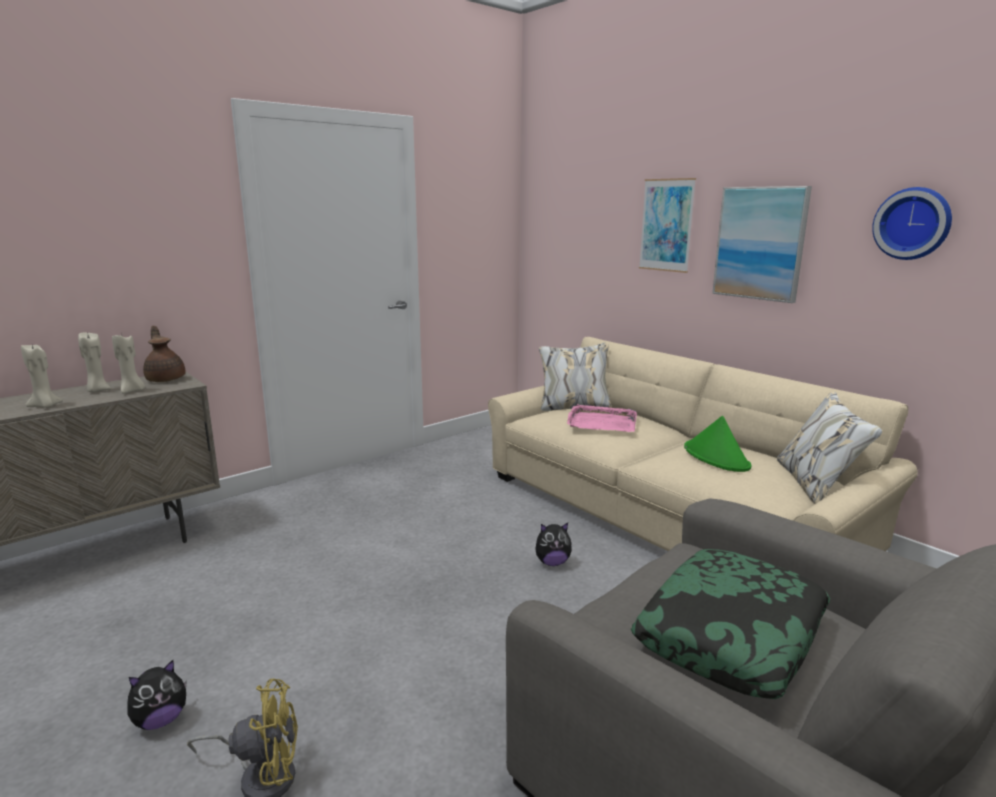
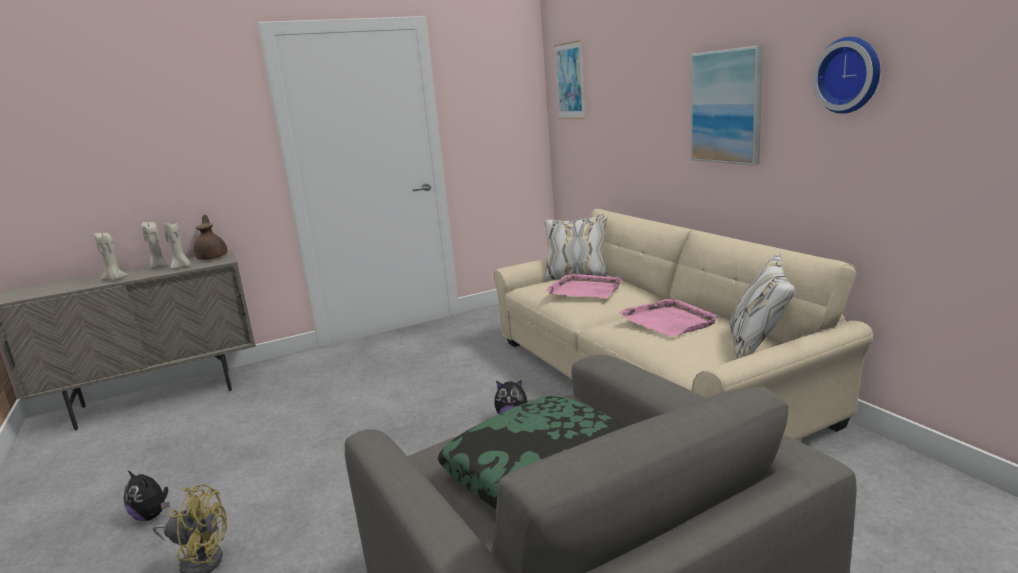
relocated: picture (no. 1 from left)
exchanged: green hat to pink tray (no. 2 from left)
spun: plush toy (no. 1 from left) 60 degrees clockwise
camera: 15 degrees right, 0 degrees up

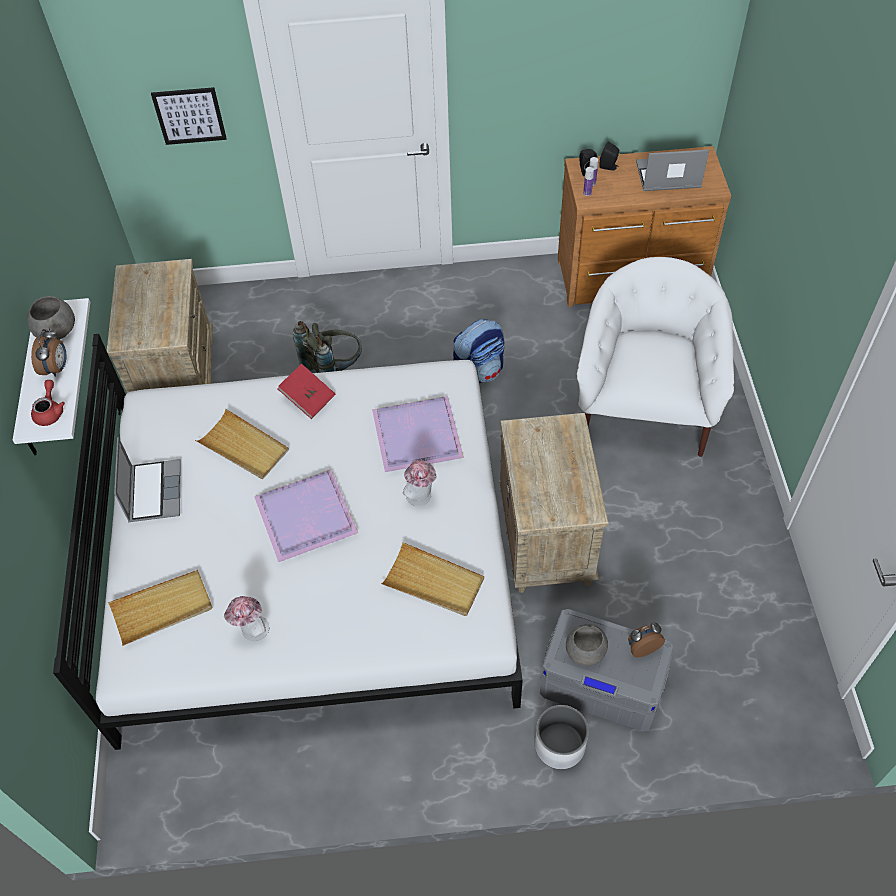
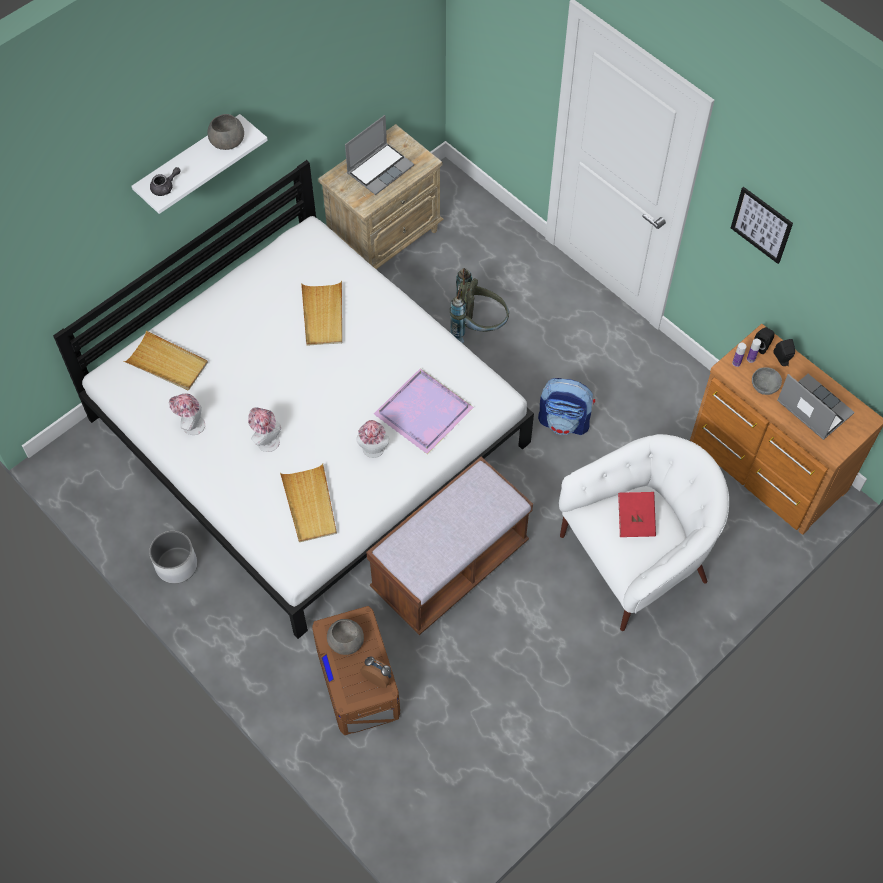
missing: alarm clock (no. 1 from left); purple tray (no. 1 from left)
appeared: grey bowl (no. 3 from left); hat (no. 2 from left)
relocated: picture; red book; laptop (no. 1 from left); white planter
exchanged: beige nightstand (no. 2 from left) to brown bench
colour: red teapot to grey teapot; grey storage box to brown storage box
camera: 50 degrees right, 5 degrees up

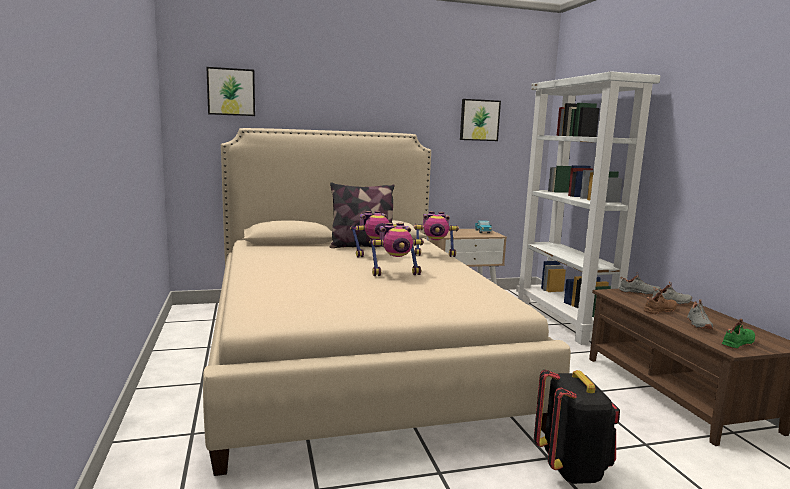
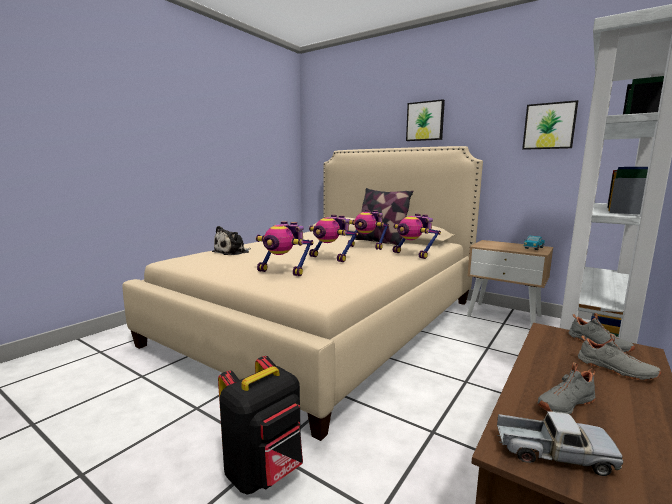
missing: brown shoe
appeared: toy robot (no. 1 from left); plush toy
relocated: picture (no. 1 from left)
exchanged: green shoe to toy truck (no. 2 from left)
camera: 50 degrees right, 0 degrees up

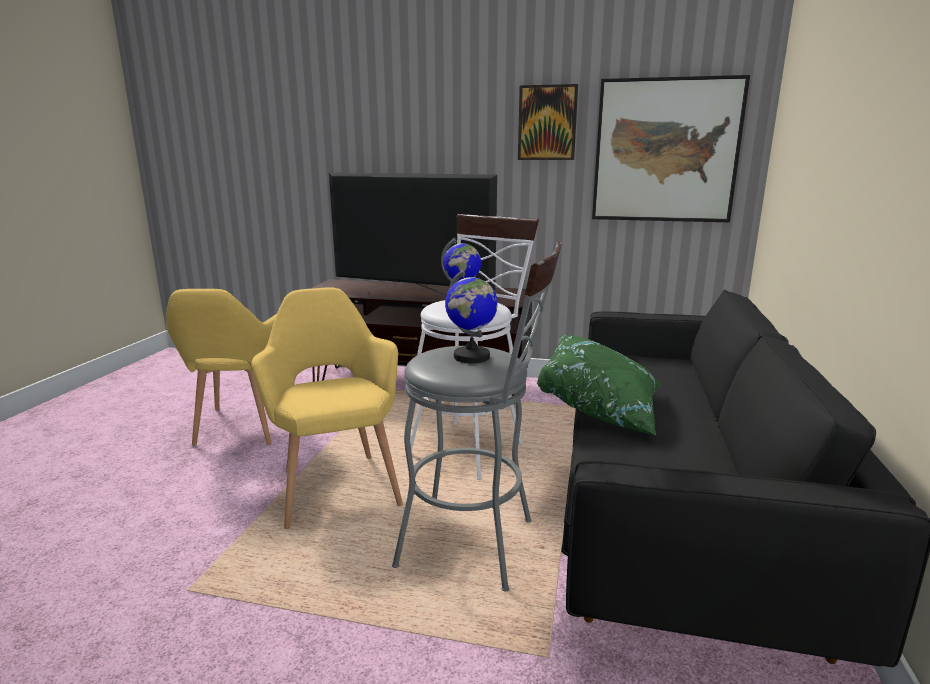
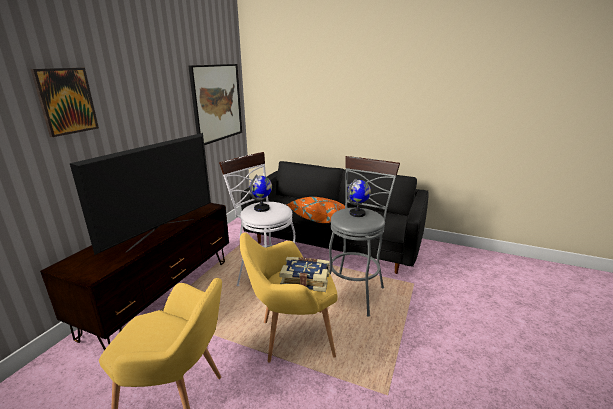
appeared: book
relocated: picture (no. 1 from left)
colour: green pillow to orange pillow
camera: 80 degrees left, 5 degrees up

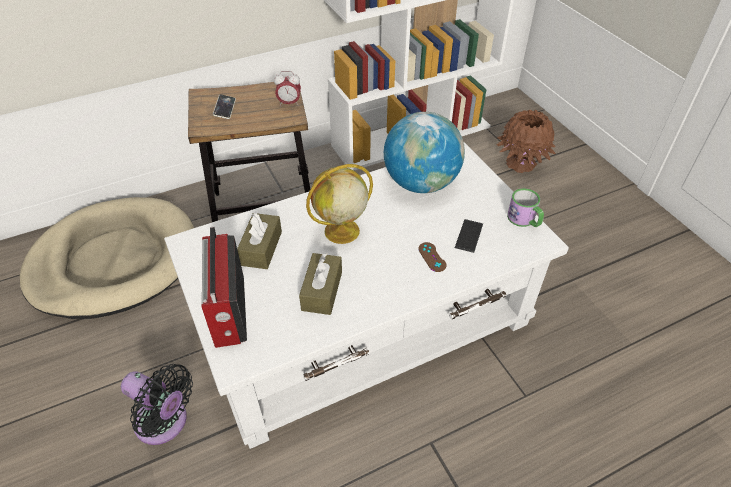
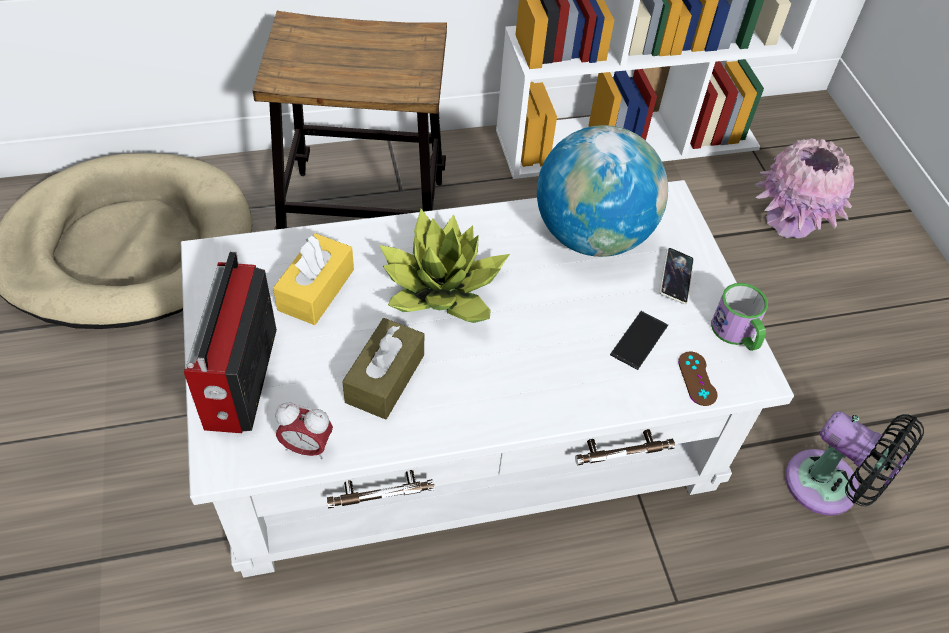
relocated: alarm clock; phone (no. 1 from left in the first image) to phone (no. 2 from left); brown game controller; black fan
exchanged: globe (no. 1 from left) to potted plant
colour: brown vase to pink vase; brown tissue box (no. 1 from left) to yellow tissue box
camera: 10 degrees right, 5 degrees up

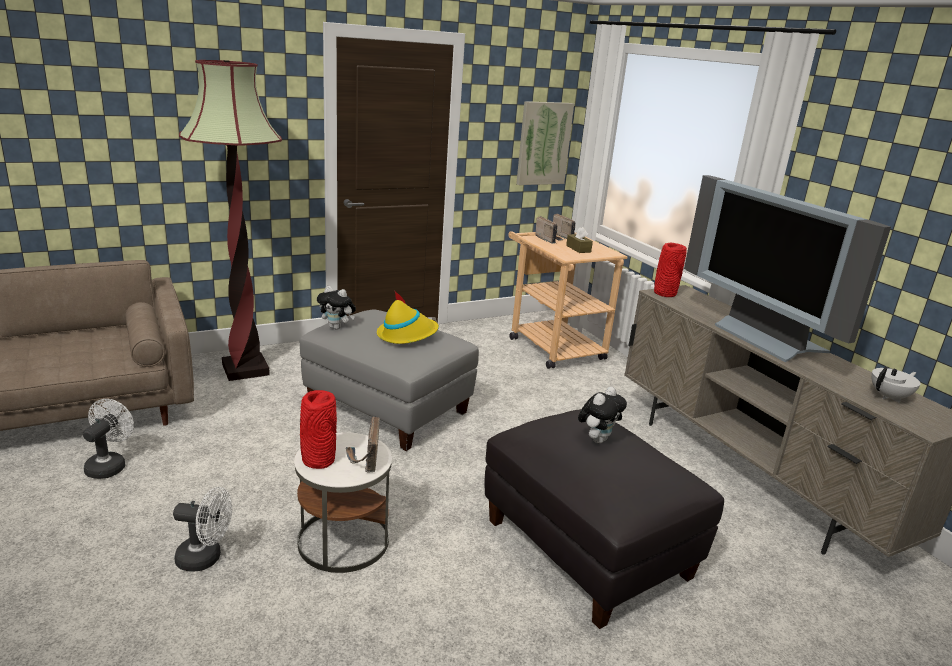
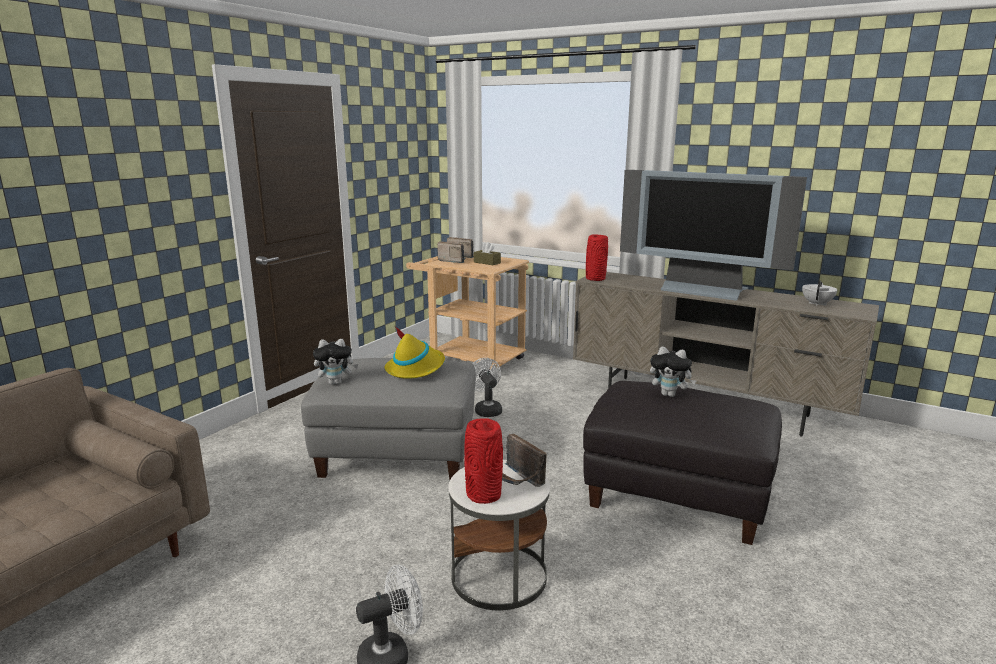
missing: floor lamp; picture
relocated: white fan (no. 1 from left in the first image) to white fan (no. 2 from left)
spun: plush toy (no. 2 from left) 105 degrees clockwise
camera: 30 degrees left, 5 degrees down

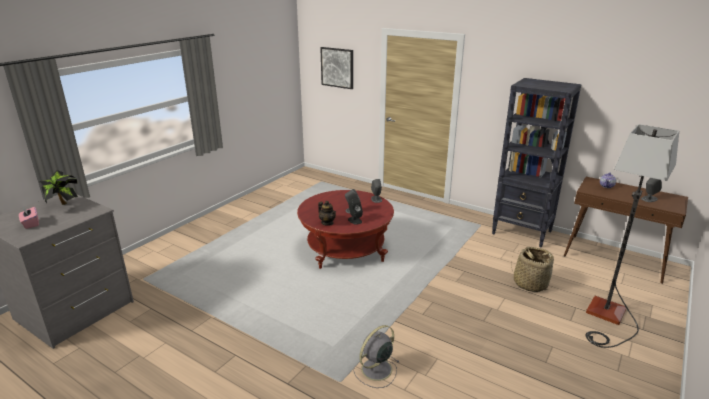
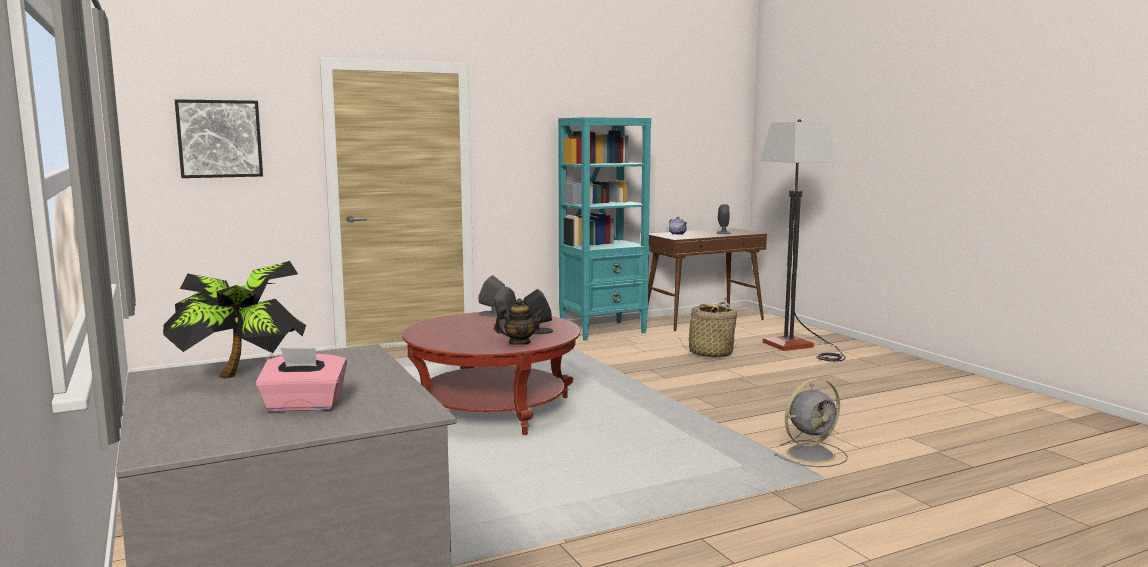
colour: black bookcase to turquoise bookcase
spun: grey fan 105 degrees counterclockwise
camera: 60 degrees left, 15 degrees down

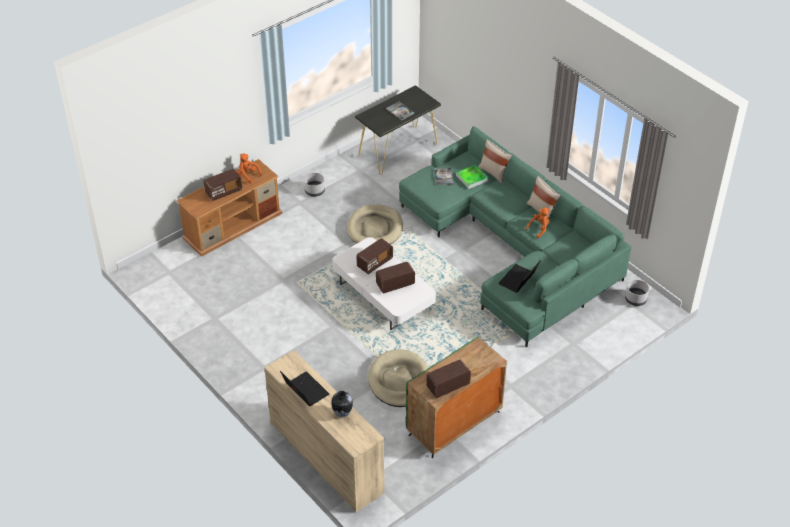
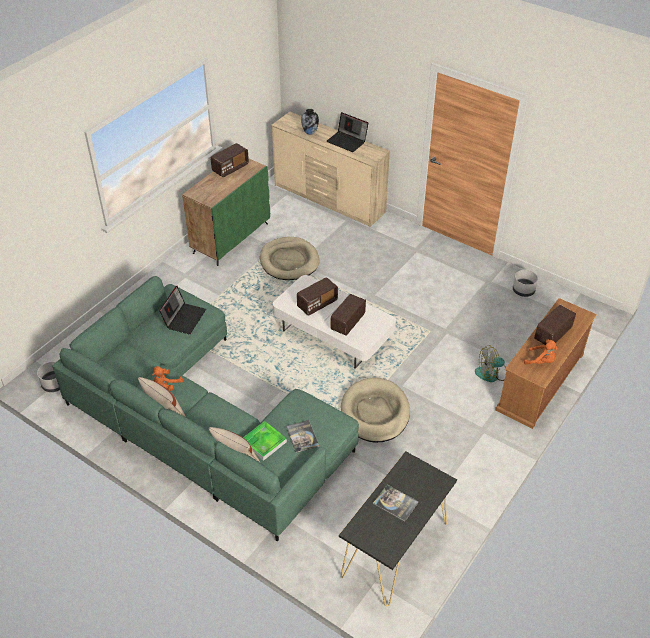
appeared: fan
relocated: grey planter (no. 1 from left in the first image) to grey planter (no. 2 from left)
camera: 165 degrees right, 0 degrees up

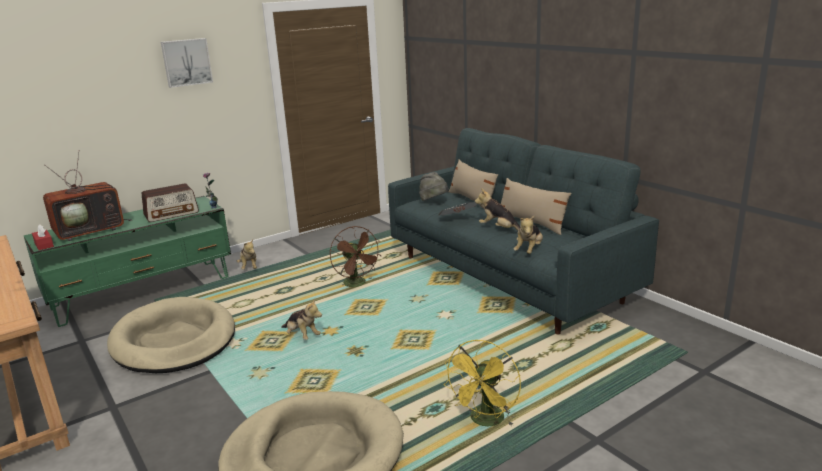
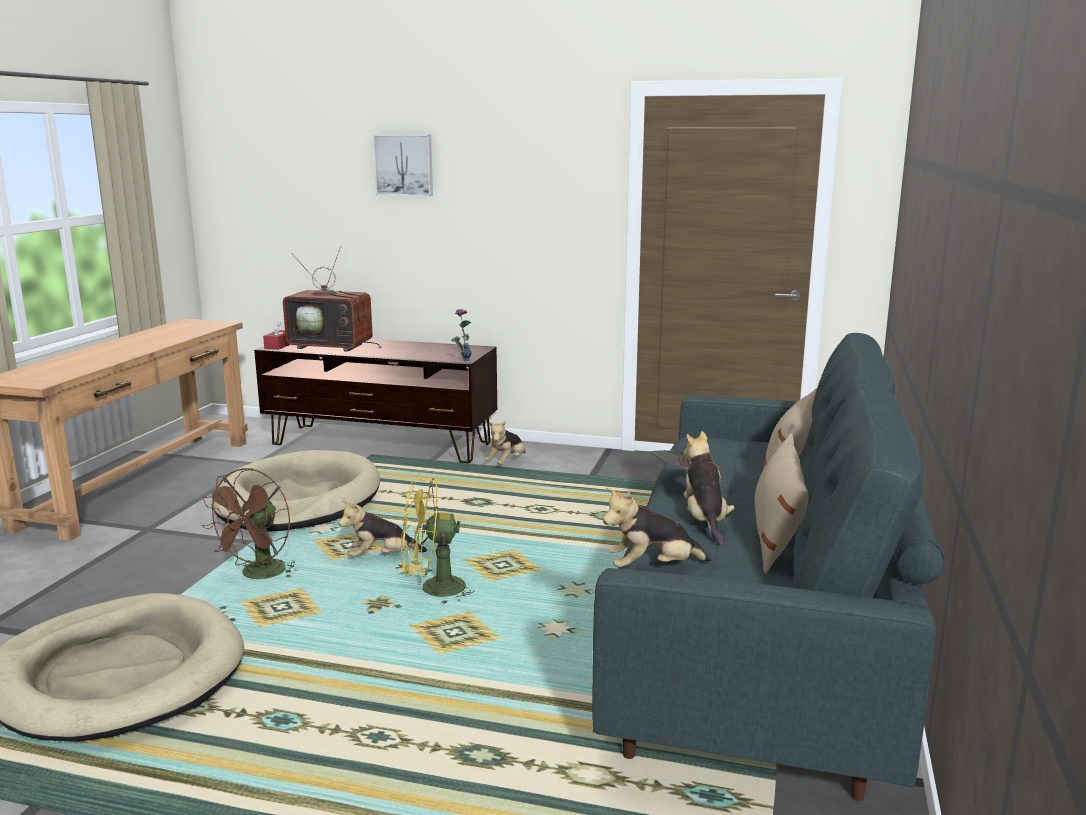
missing: grey hat; radio
relocated: picture; brown fan; yellow fan
colour: green tv stand to brown tv stand
spun: plush toy (no. 2 from left in the first image) 75 degrees clockwise
camera: 50 degrees right, 5 degrees down

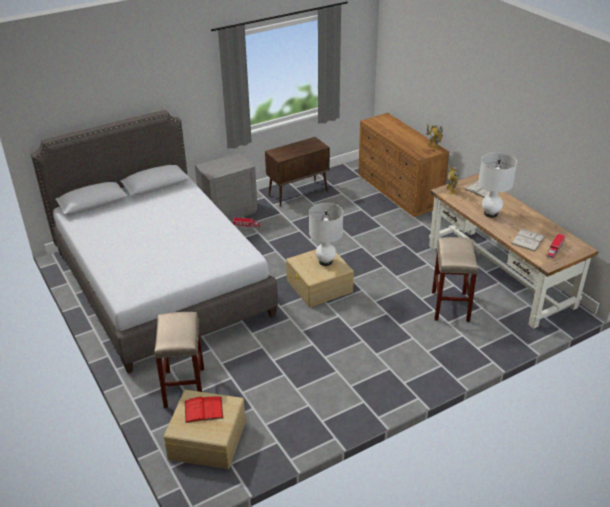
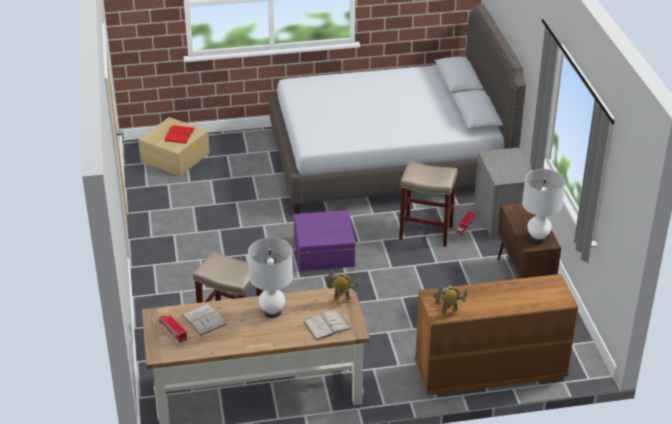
relocated: white table lamp (no. 1 from left in the first image) to white table lamp (no. 2 from left); beige stool (no. 1 from left in the first image) to beige stool (no. 2 from left)
colour: beige storage box (no. 2 from left) to purple storage box
camera: 110 degrees right, 0 degrees up

